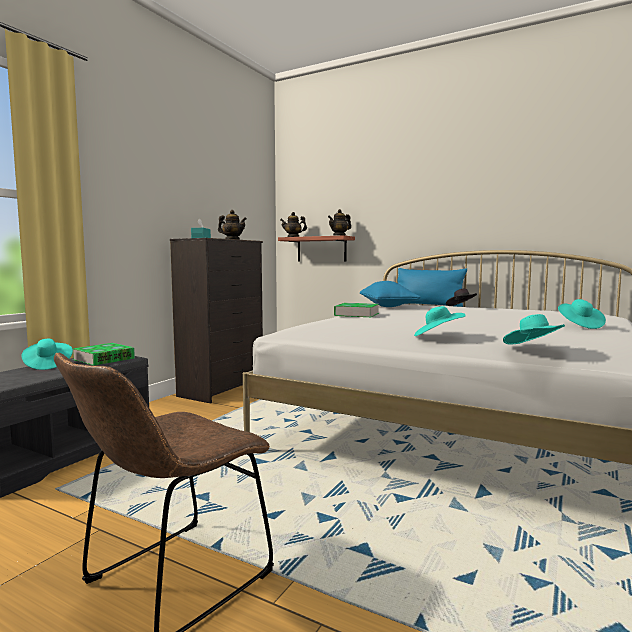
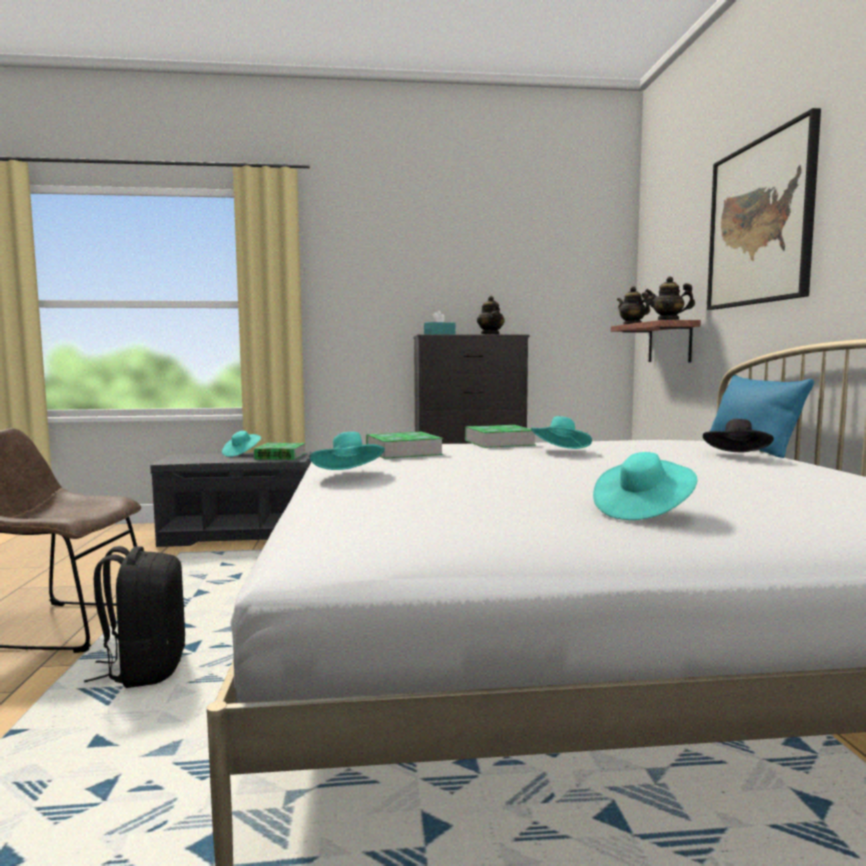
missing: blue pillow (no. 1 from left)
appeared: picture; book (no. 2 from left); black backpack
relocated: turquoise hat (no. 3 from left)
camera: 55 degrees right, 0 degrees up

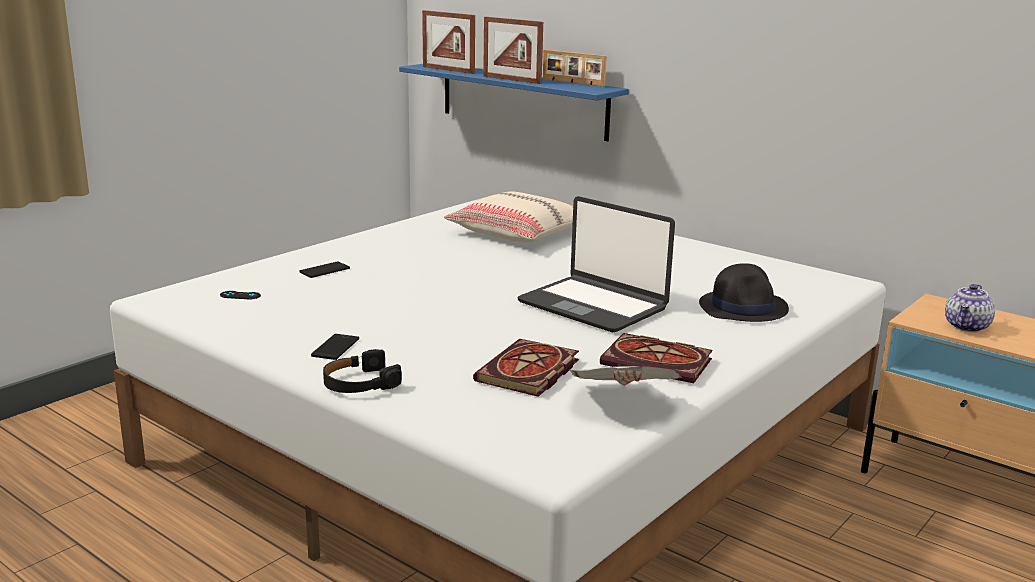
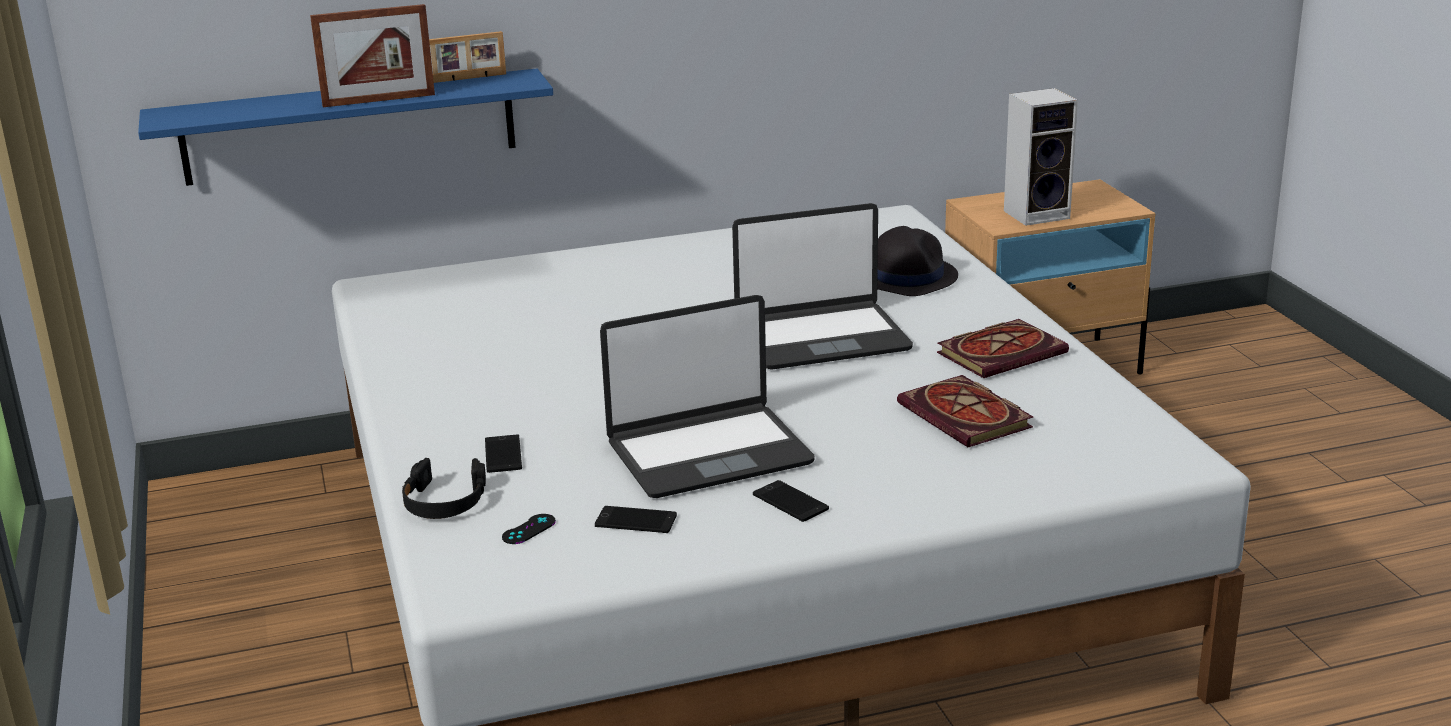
missing: picture frame (no. 1 from left); beige pillow; newspaper
appeared: laptop (no. 1 from left); phone (no. 2 from left)
relocated: black headphones
exchanged: teapot to speaker
camera: 55 degrees left, 5 degrees up

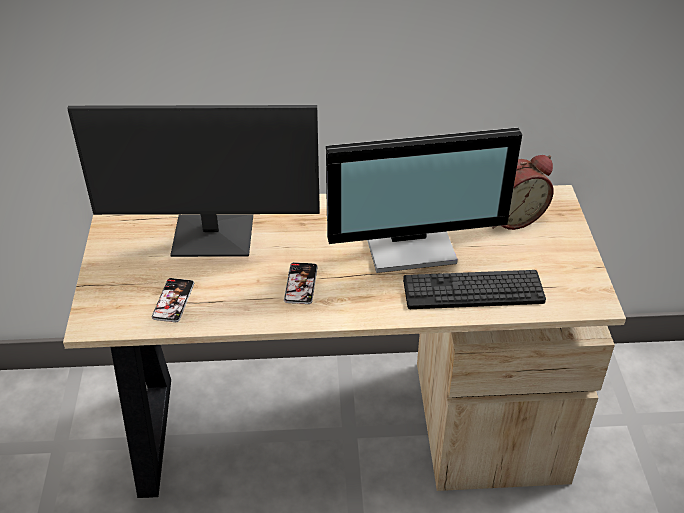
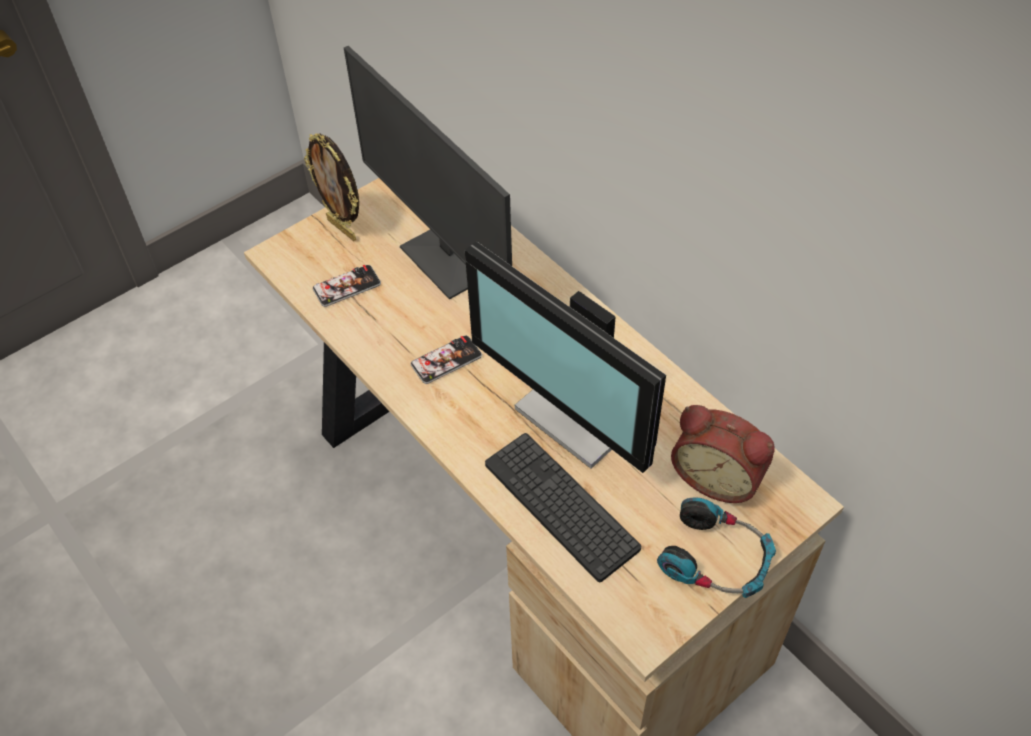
appeared: picture frame; headphones
camera: 55 degrees right, 10 degrees up

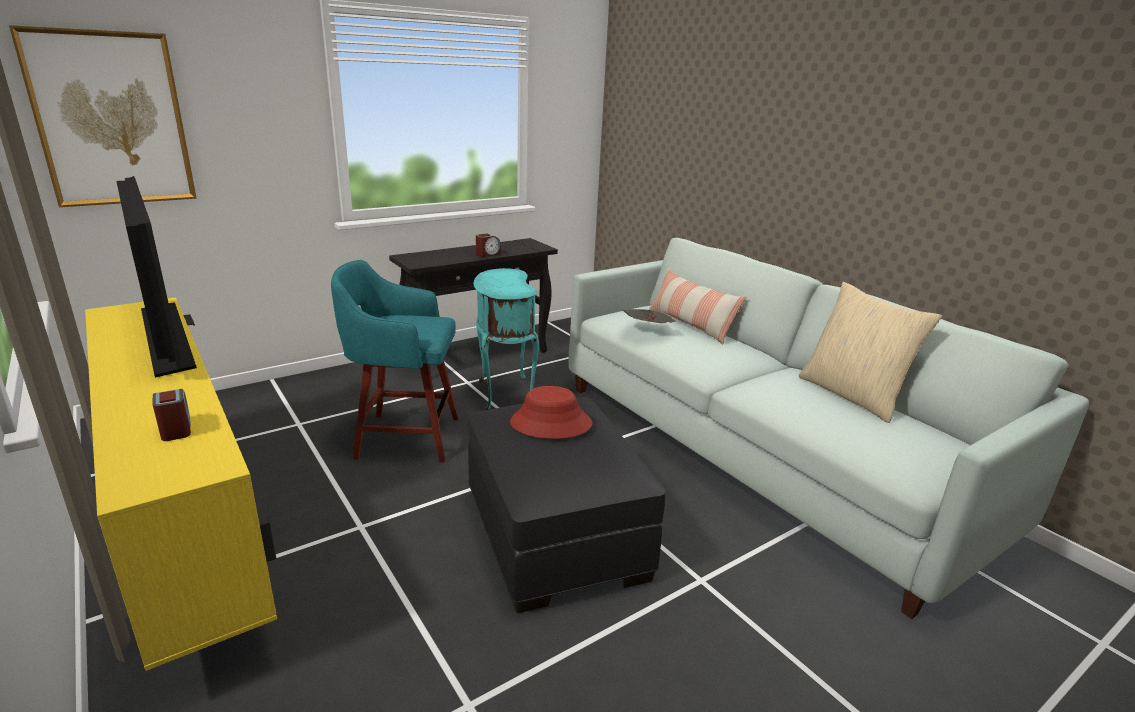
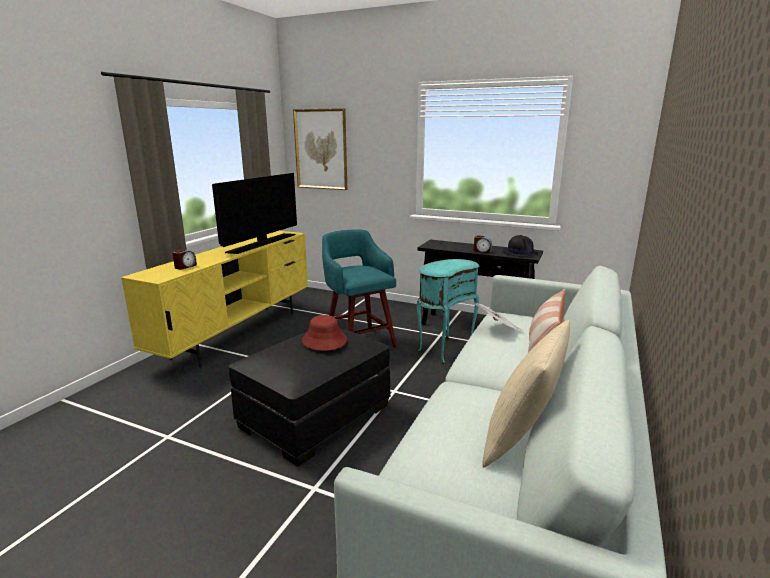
appeared: black hat
camera: 60 degrees right, 5 degrees down

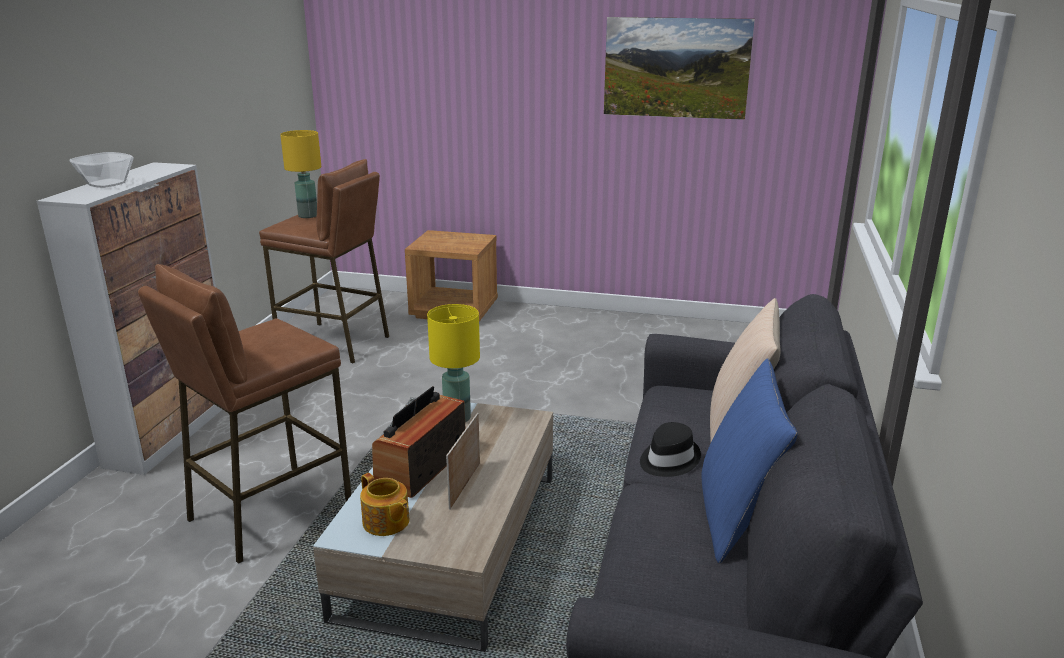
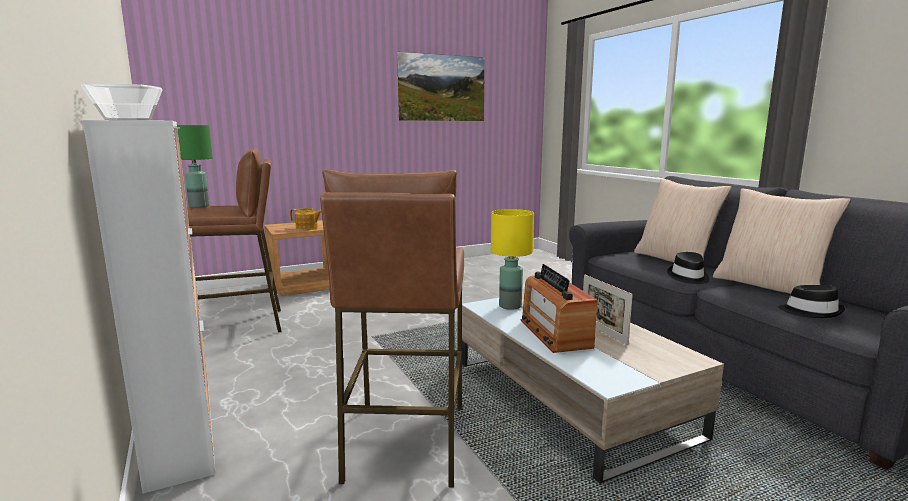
appeared: black hat (no. 2 from left)
relocated: teapot
colour: yellow table lamp (no. 1 from left) to green table lamp; blue pillow to beige pillow (no. 2 from left)
camera: 40 degrees left, 10 degrees down

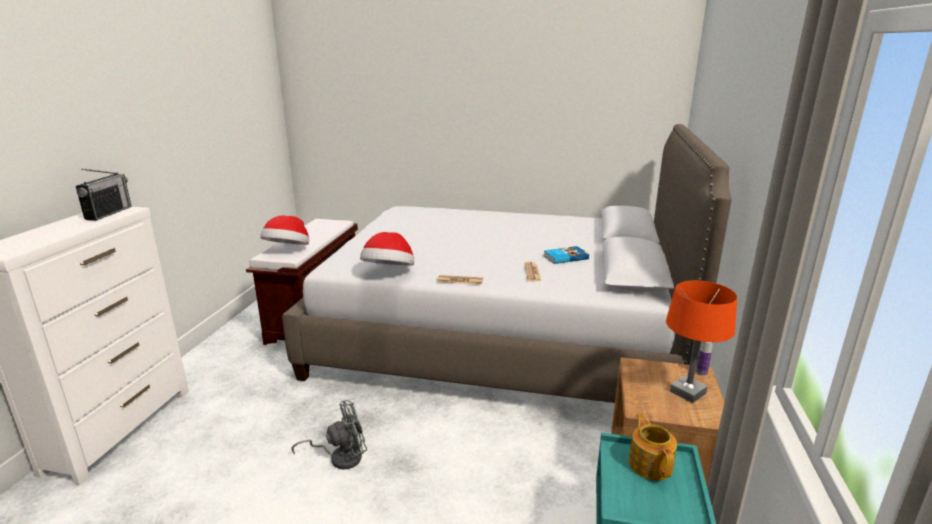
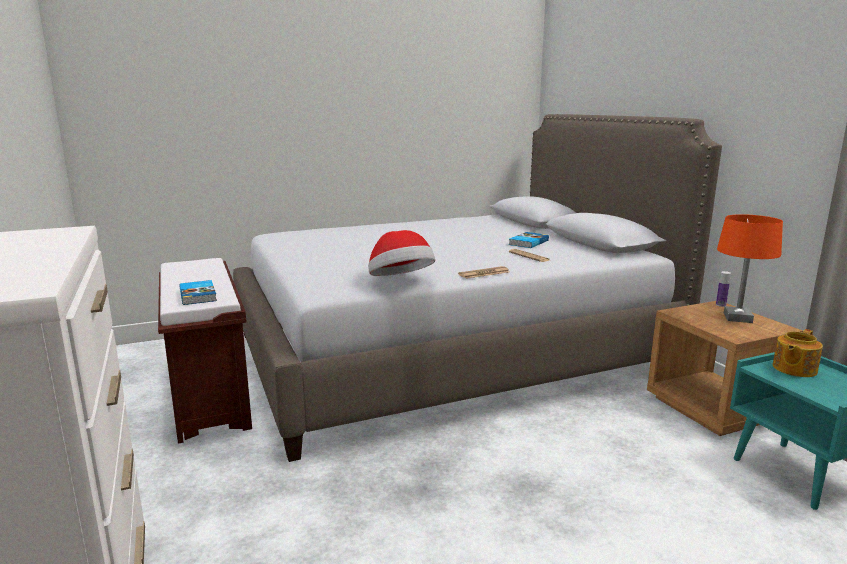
missing: radio; grey fan
exchanged: hat (no. 1 from left) to book (no. 1 from left)
spun: teapot 90 degrees counterclockwise
camera: 35 degrees left, 5 degrees down

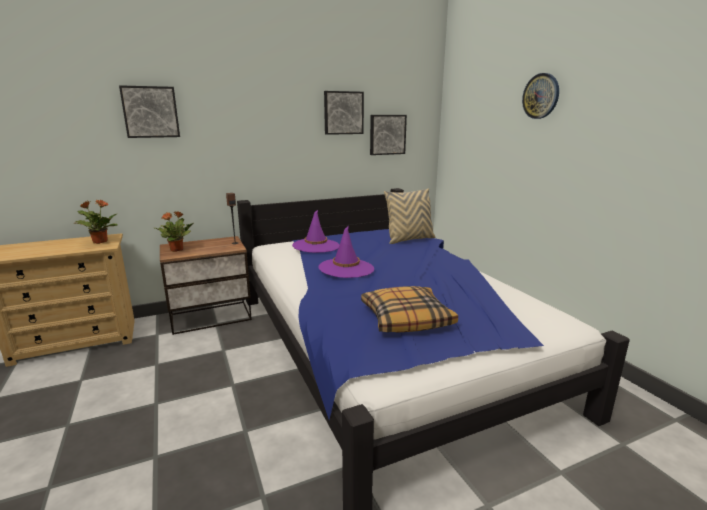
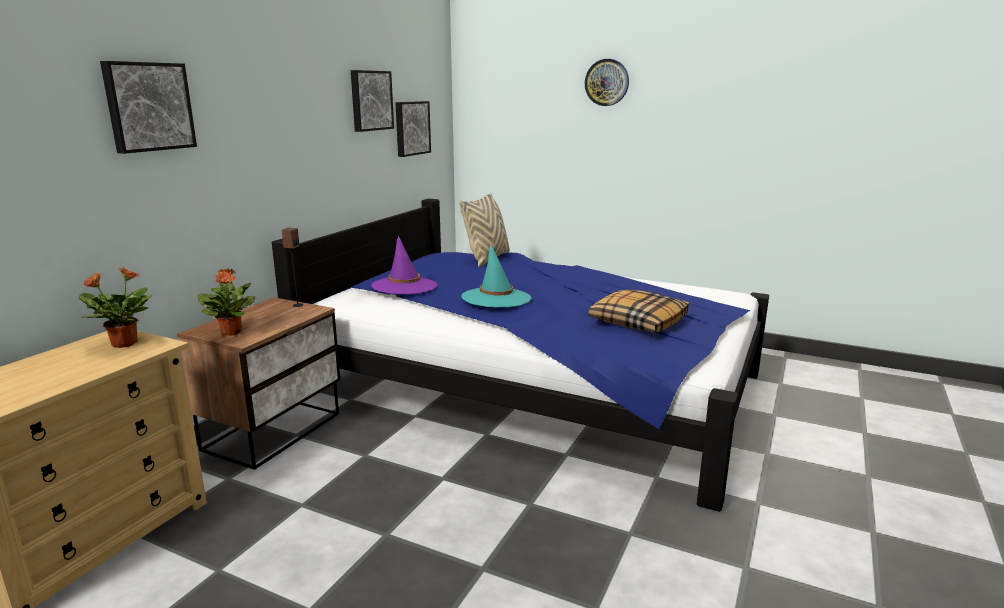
colour: purple hat (no. 2 from left) to turquoise hat
camera: 40 degrees left, 0 degrees up

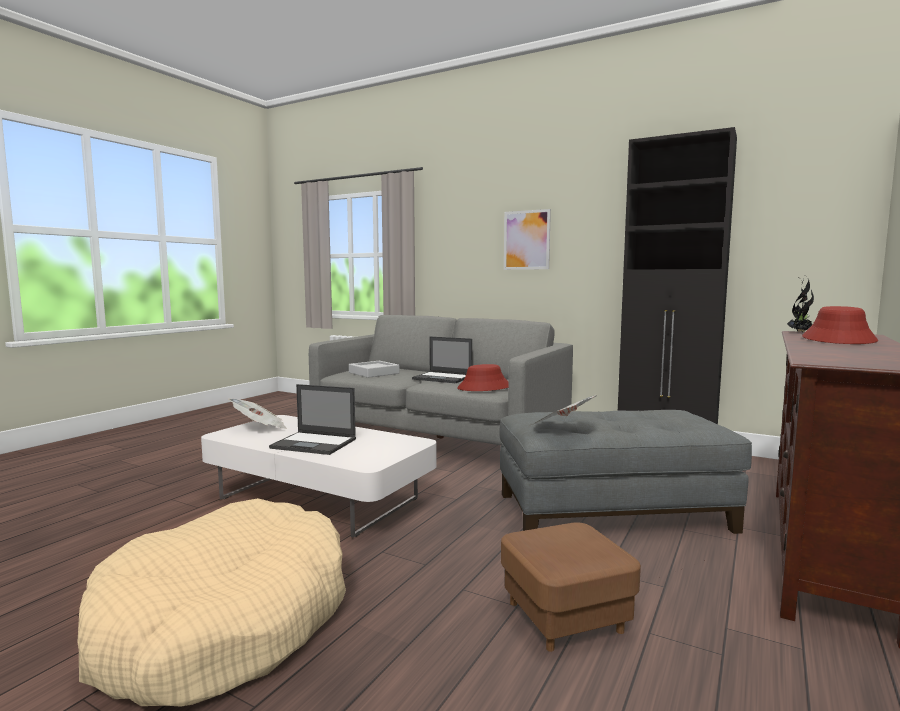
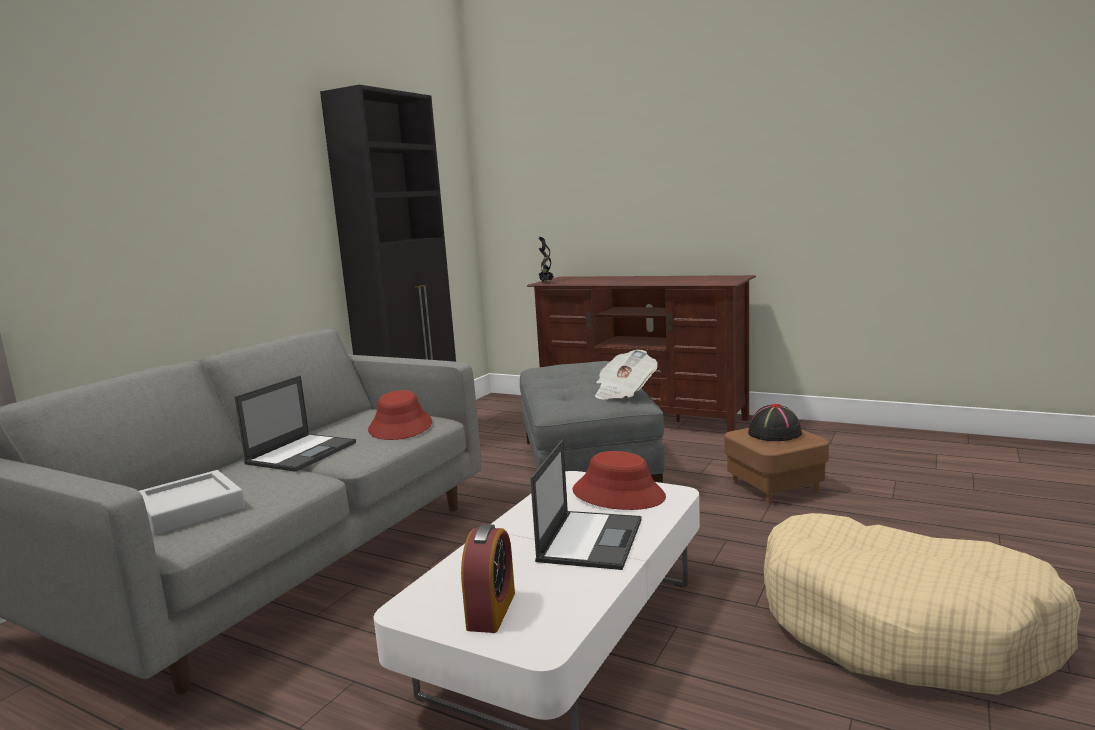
missing: picture
appeared: black hat
relocated: red hat (no. 2 from left)
exchanged: newspaper (no. 1 from left) to alarm clock
camera: 90 degrees left, 5 degrees up

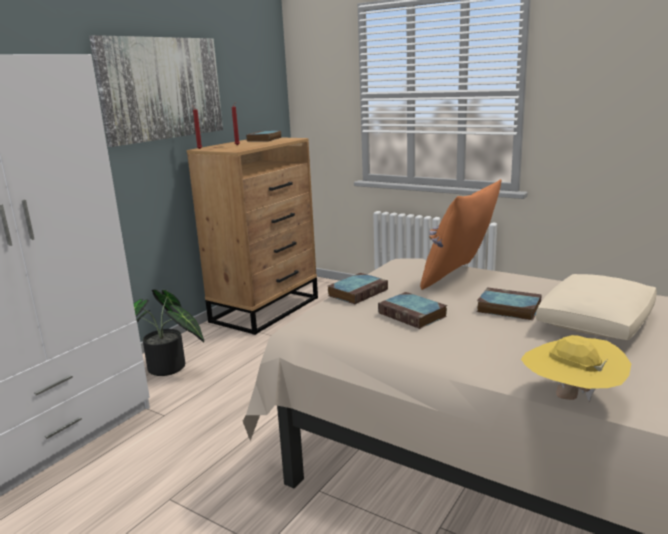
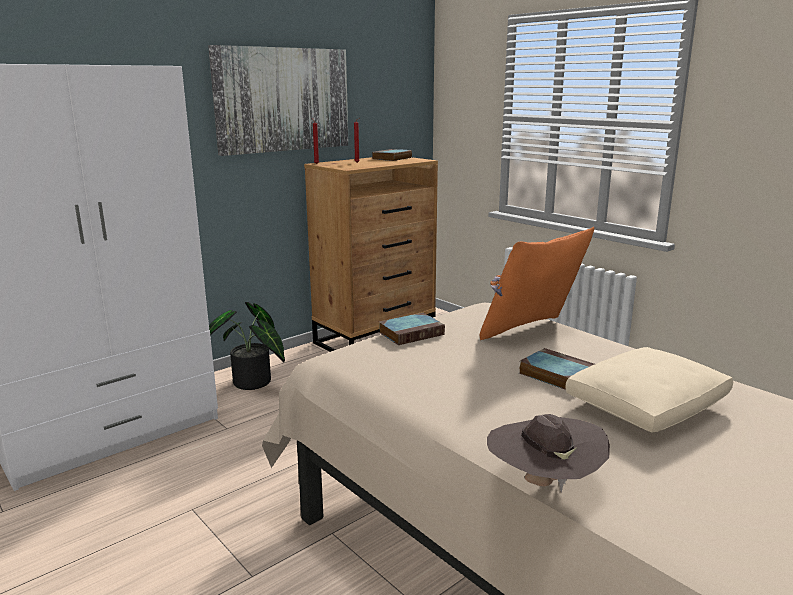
missing: book (no. 3 from left)
colour: yellow hat to brown hat
camera: 15 degrees right, 0 degrees up

